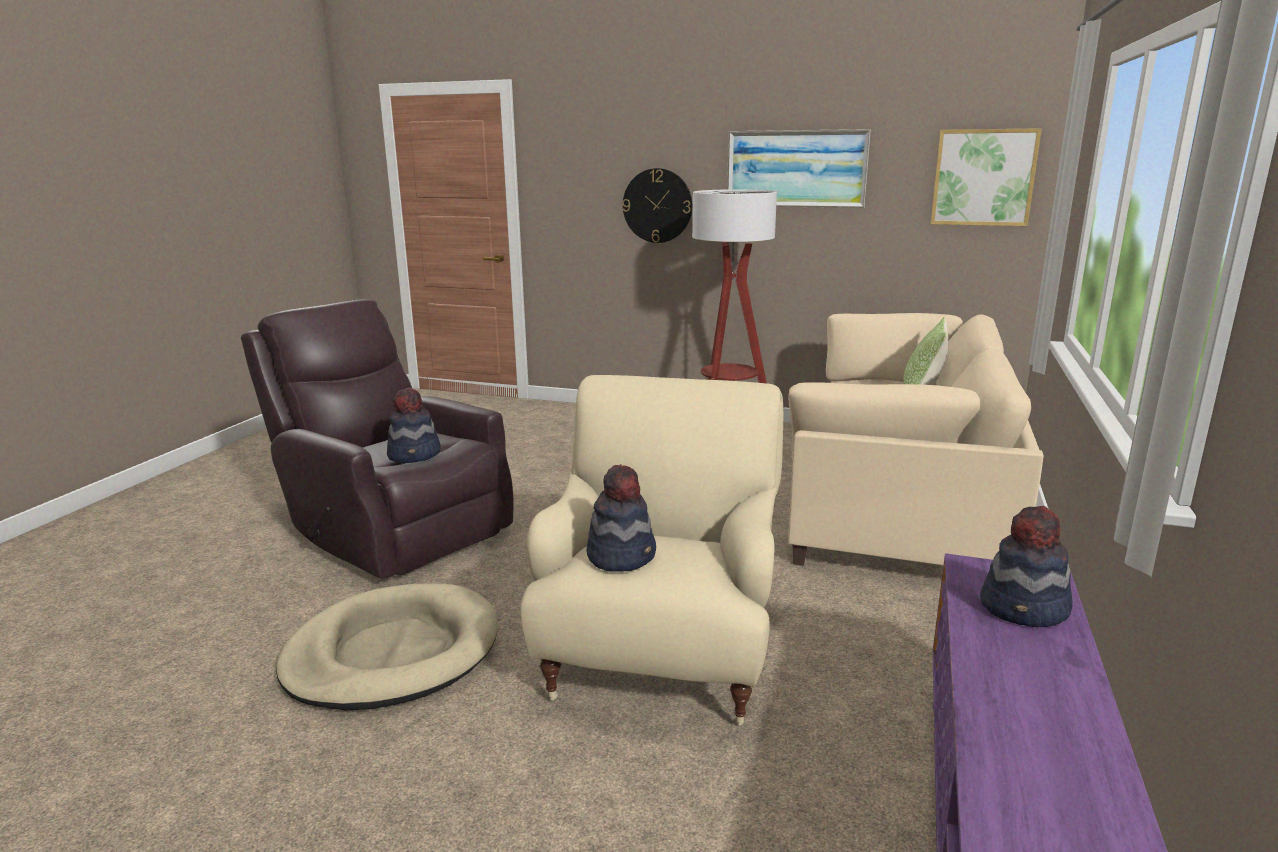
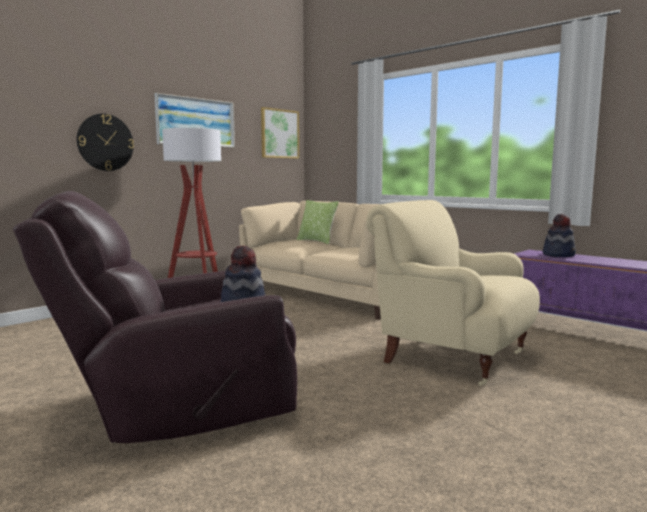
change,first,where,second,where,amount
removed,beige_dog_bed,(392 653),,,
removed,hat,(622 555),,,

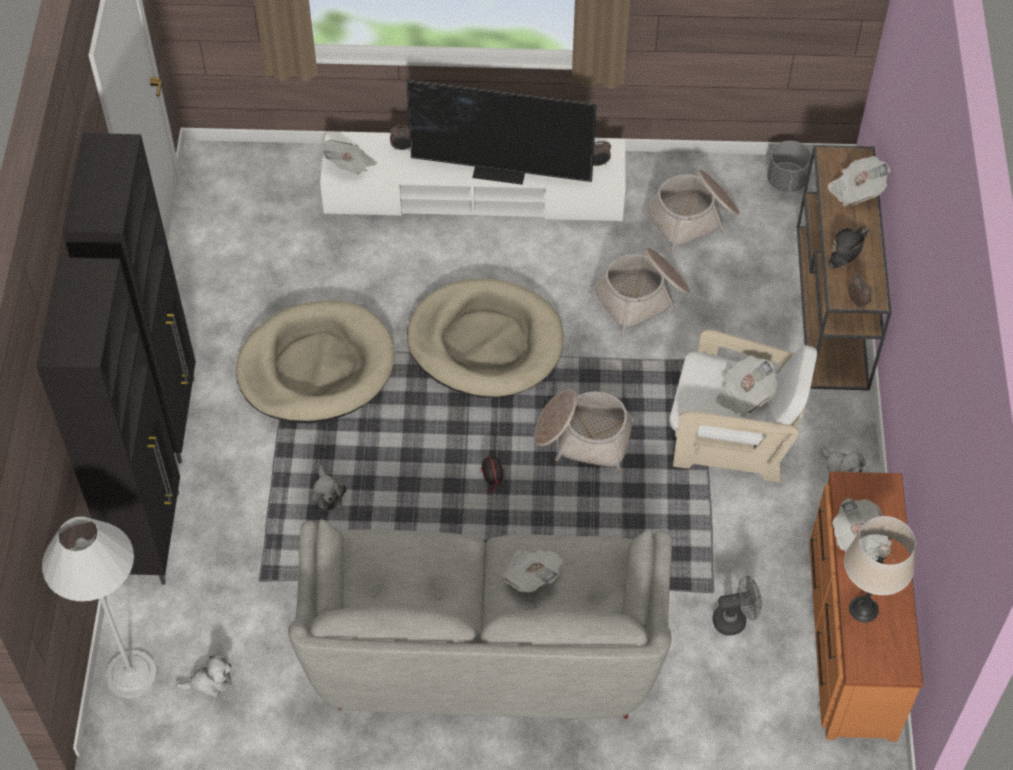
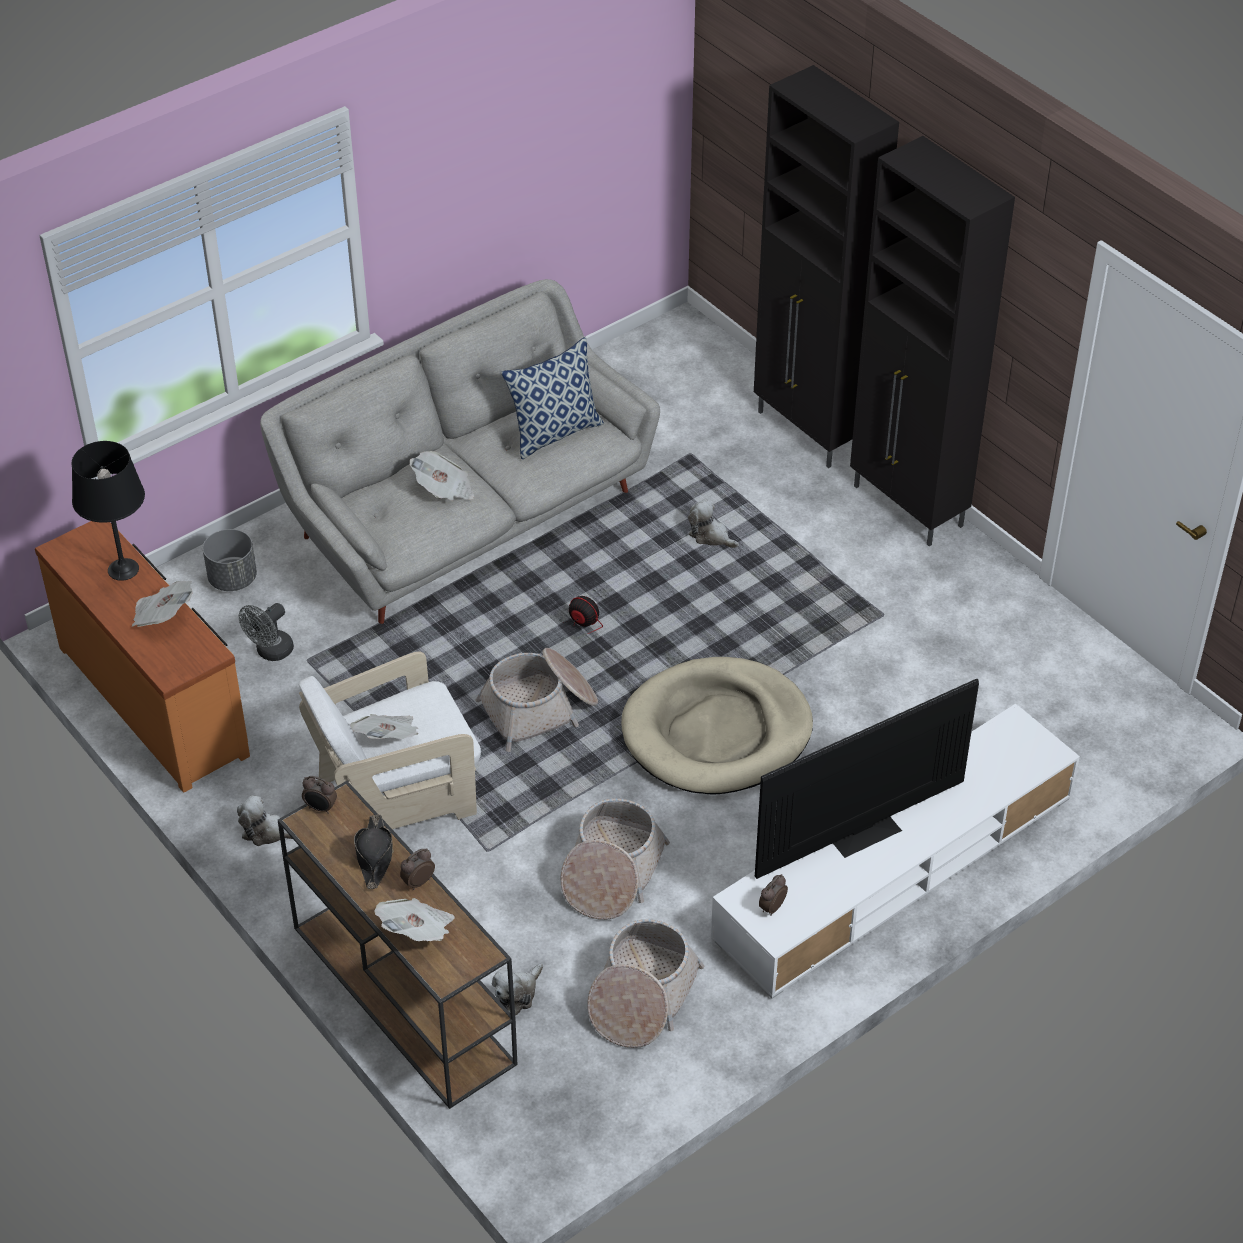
change,first,where,second,where,amount
removed,white_floor_lamp,(131 674),,,
moved,plush_toy,(210 682),,(517 994),
removed,beige_dog_bed,(316 367),,,
removed,newspaper,(350 166),,,
moved,alarm_clock,(402 148),,(417 882),
moved,grey_planter,(786 181),,(233 579),
recoloured,beige_table_lamp,(863 609),black_table_lamp,(123 569),
added,,,pillow,(555 432),

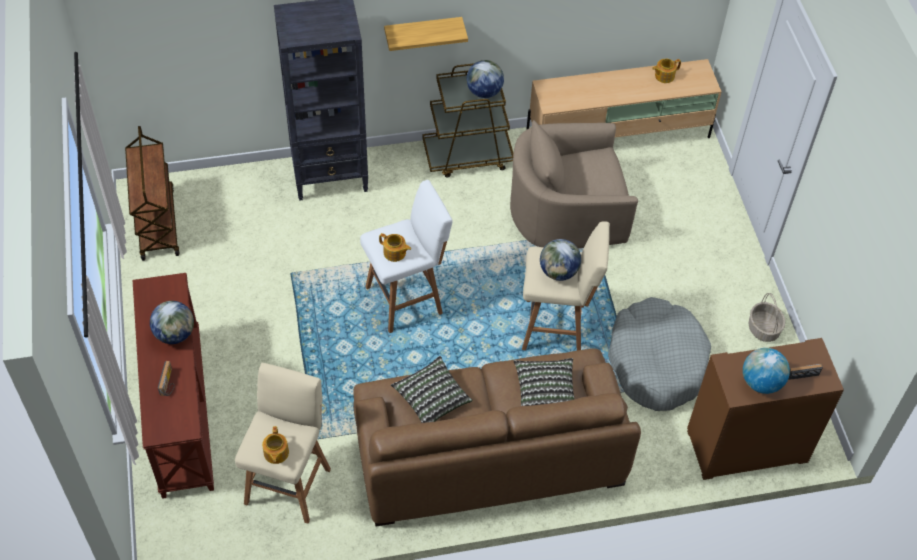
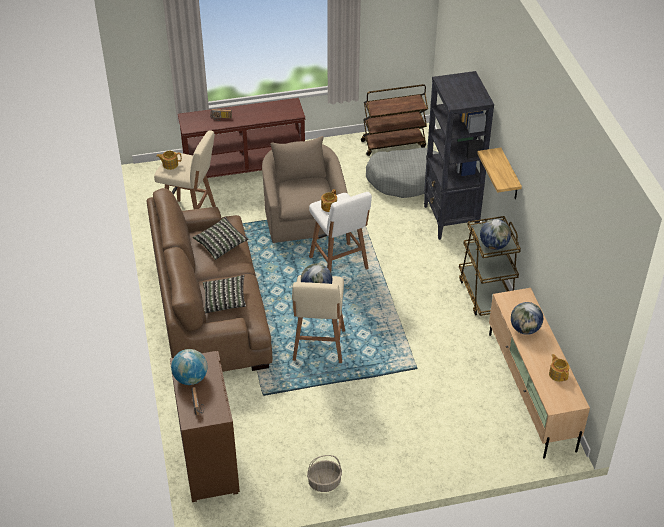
change,first,where,second,where,amount
moved,globe,(175 334),,(525 329),
moved,beige_armchair,(567 211),,(304 216),
moved,grey_dog_bed,(656 362),,(405 179),

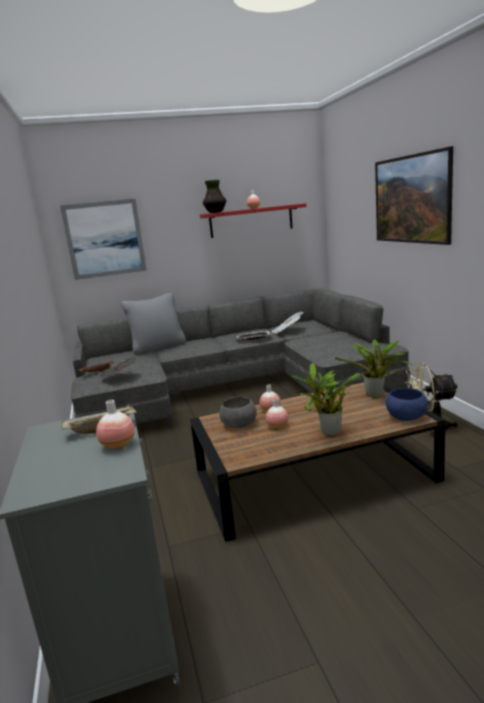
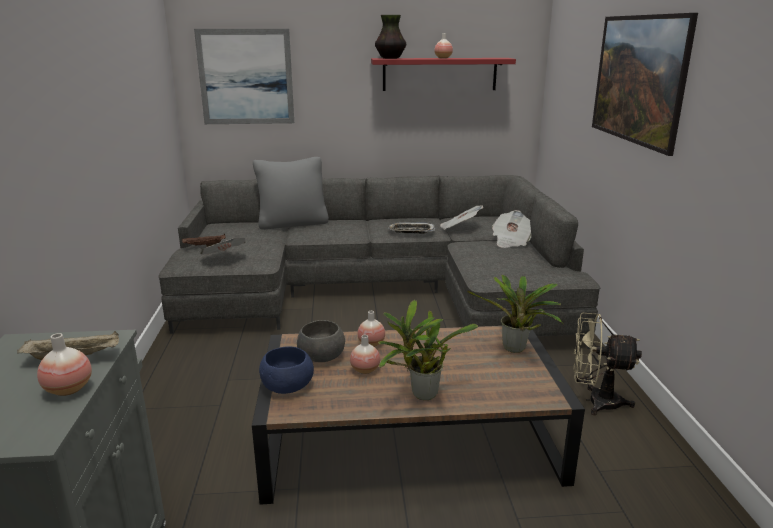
change,first,where,second,where,amount
moved,blue_bowl,(406 417),,(287 386),
added,,,newspaper,(511 241),

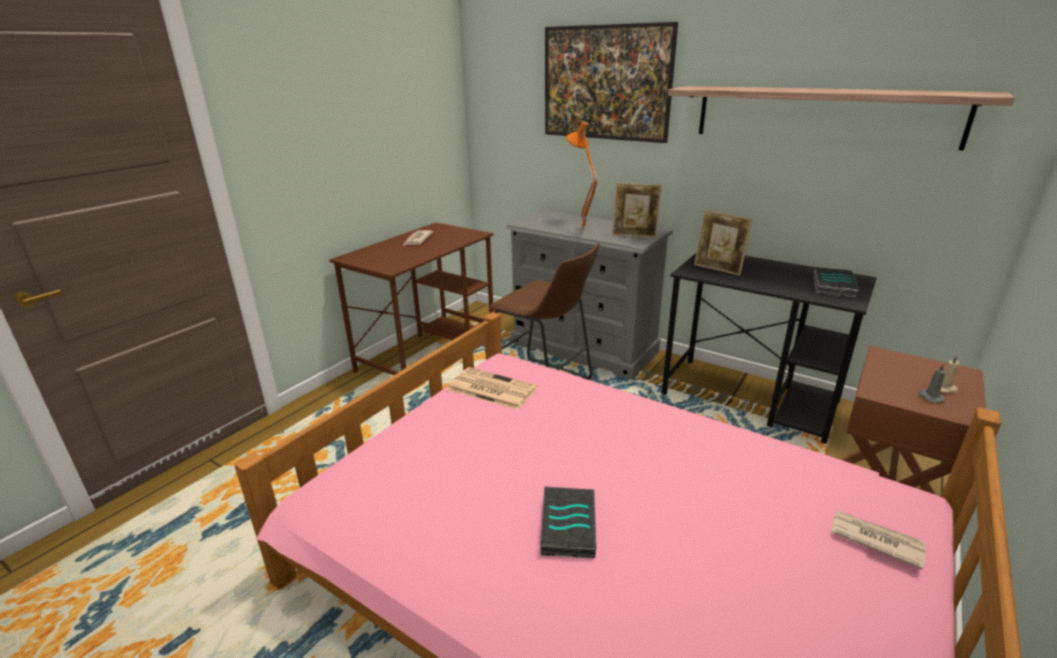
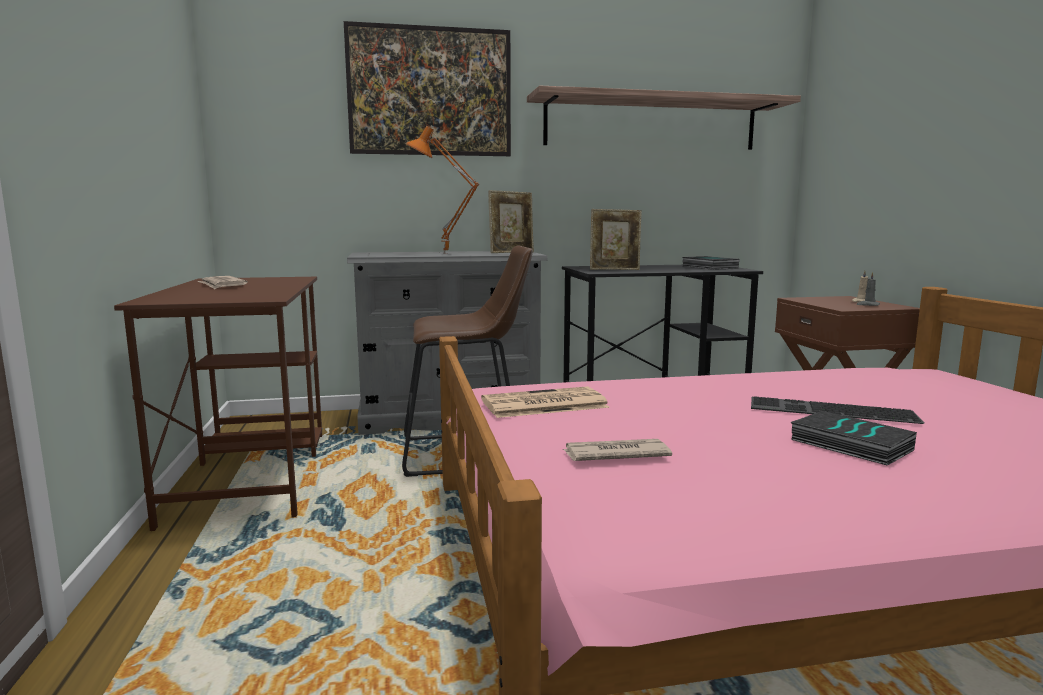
change,first,where,second,where,amount
moved,newspaper,(875 539),,(614 454),
added,,,keyboard,(830 411),

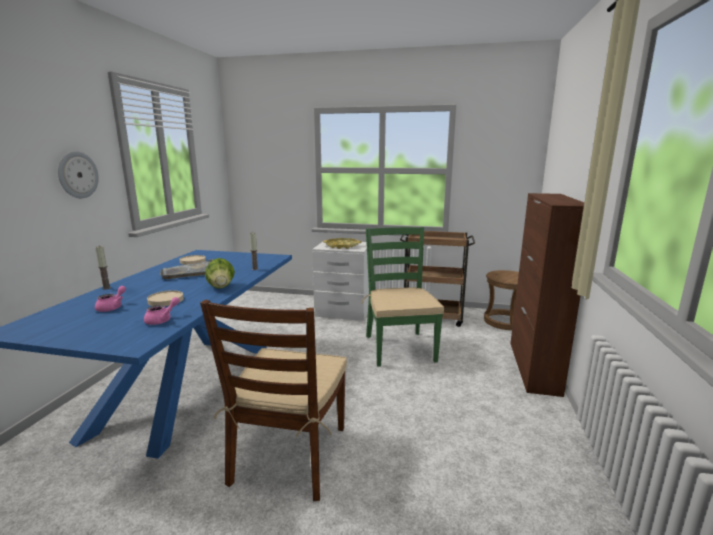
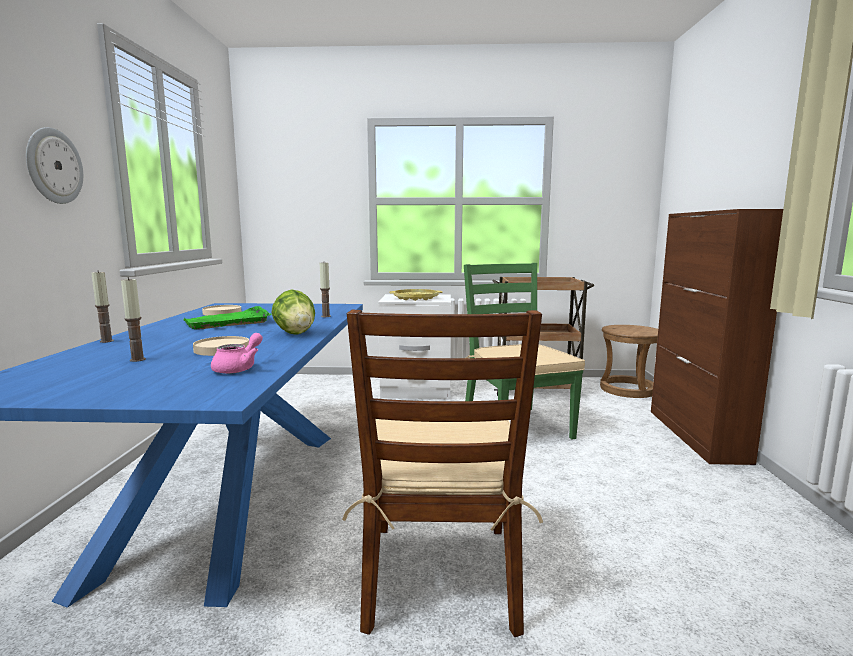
change,first,where,second,where,amount
replaced,pink_teapot,(112 307),candle,(137 359),
recoloured,grey_tray,(189 271),green_tray,(228 321),

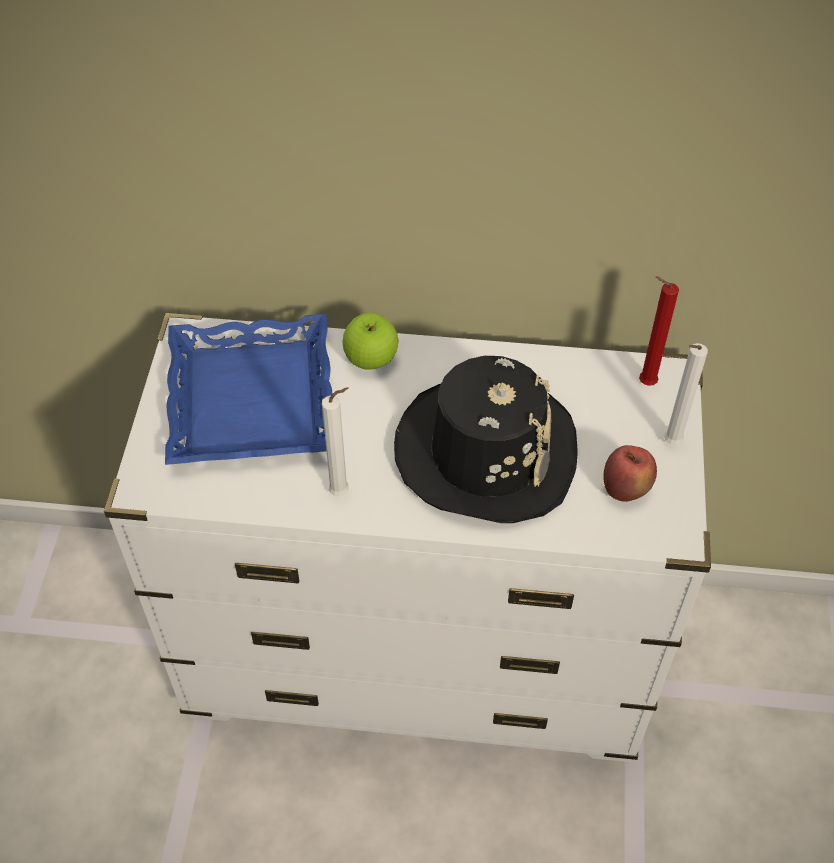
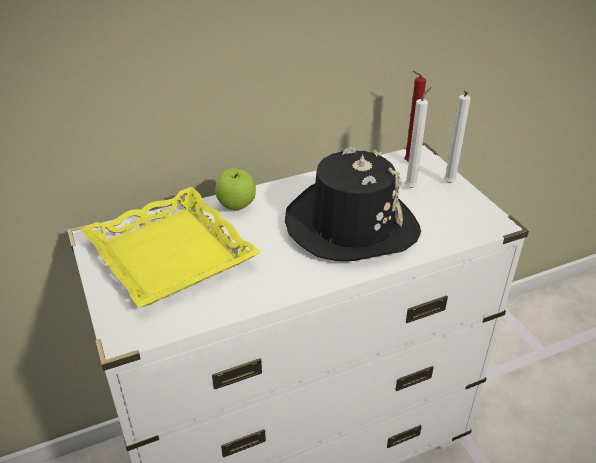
change,first,where,second,where,amount
recoloured,blue_tray,(253 400),yellow_tray,(172 254),
moved,white_candle,(342 492),,(412 187),
removed,apple,(625 489),,,

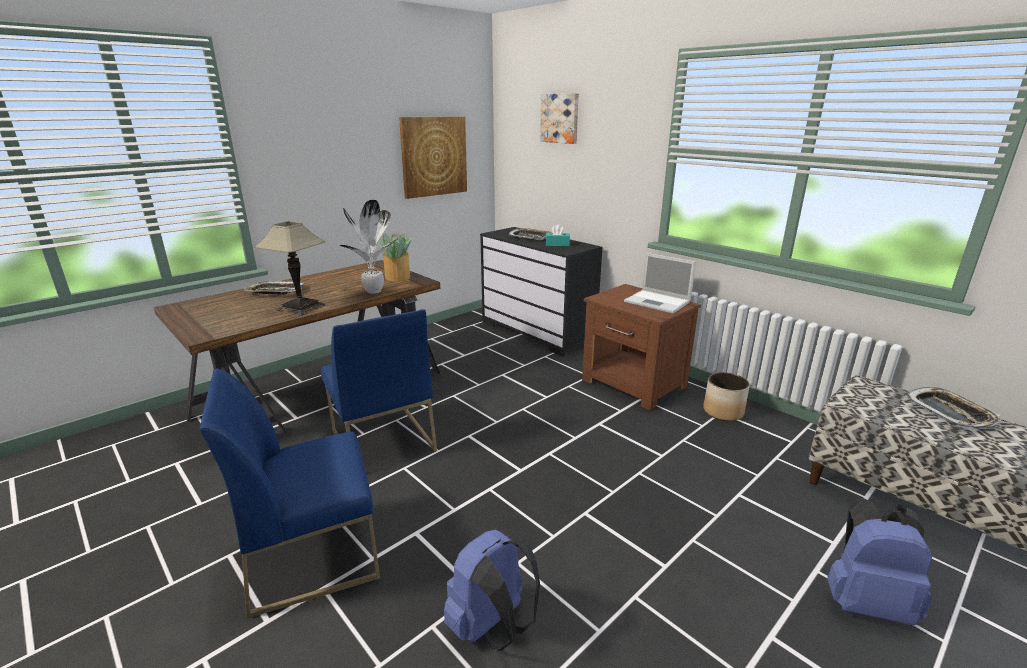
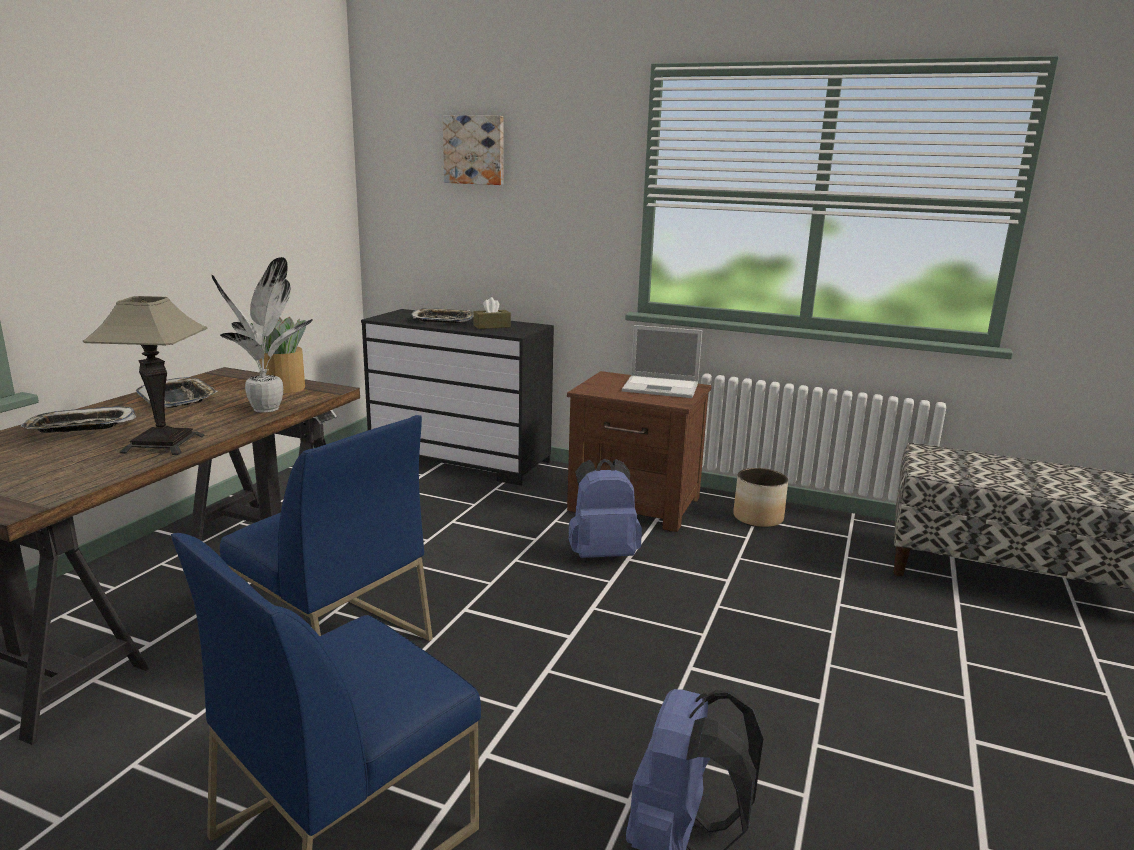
change,first,where,second,where,amount
removed,picture,(433 156),,,
recoloured,turquoise_tissue_box,(557 244),brown_tissue_box,(492 326),
moved,blue_backpack,(865 602),,(602 554),
moved,tray,(949 412),,(178 399),

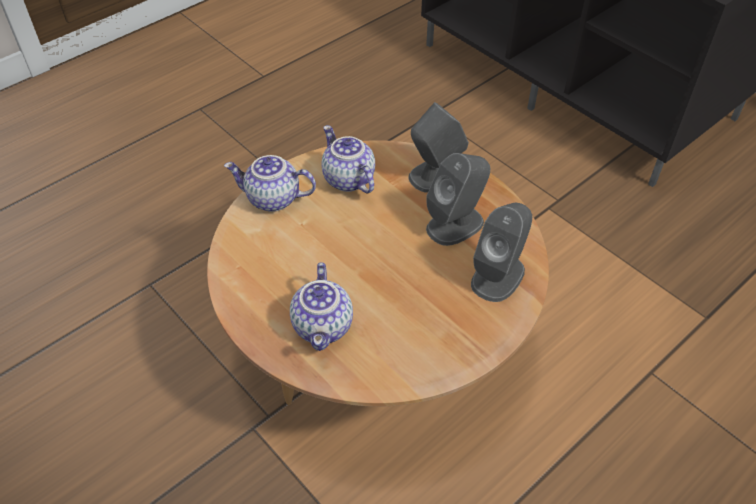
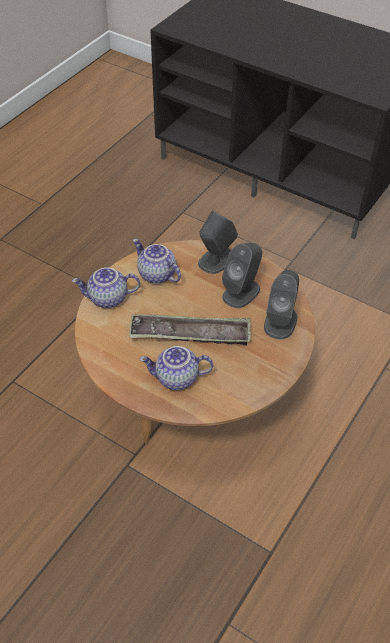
change,first,where,second,where,amount
turned,teapot,(324 327),,(176 379),105 degrees clockwise
added,,,tray,(190 334),

